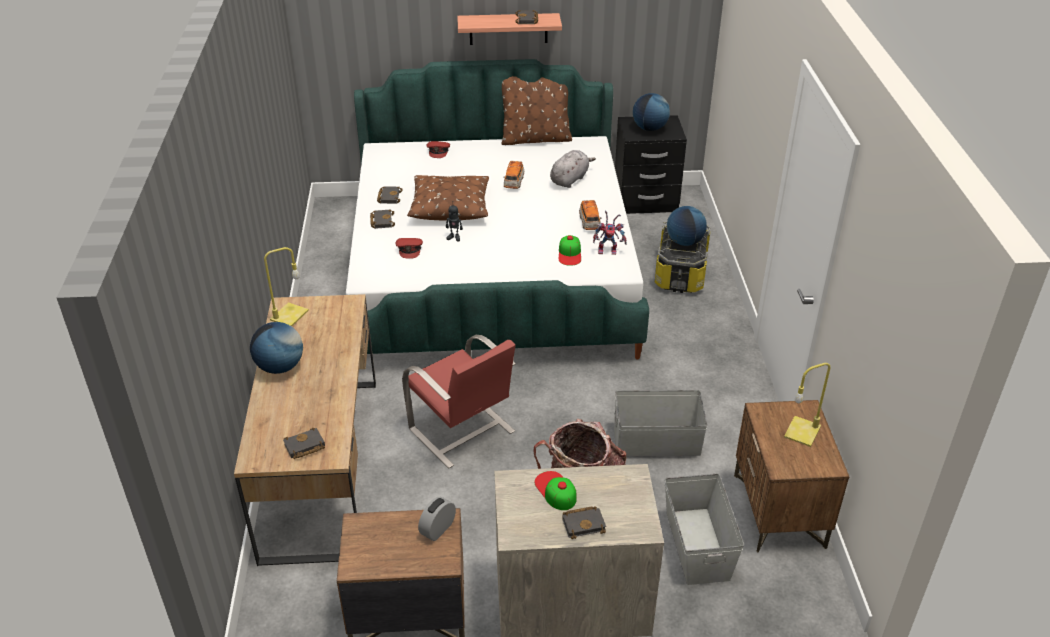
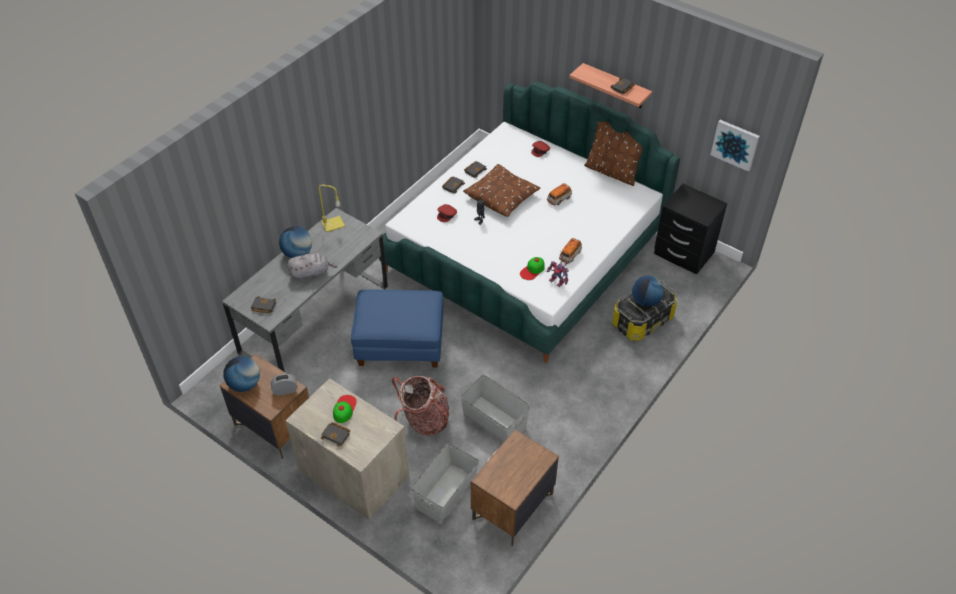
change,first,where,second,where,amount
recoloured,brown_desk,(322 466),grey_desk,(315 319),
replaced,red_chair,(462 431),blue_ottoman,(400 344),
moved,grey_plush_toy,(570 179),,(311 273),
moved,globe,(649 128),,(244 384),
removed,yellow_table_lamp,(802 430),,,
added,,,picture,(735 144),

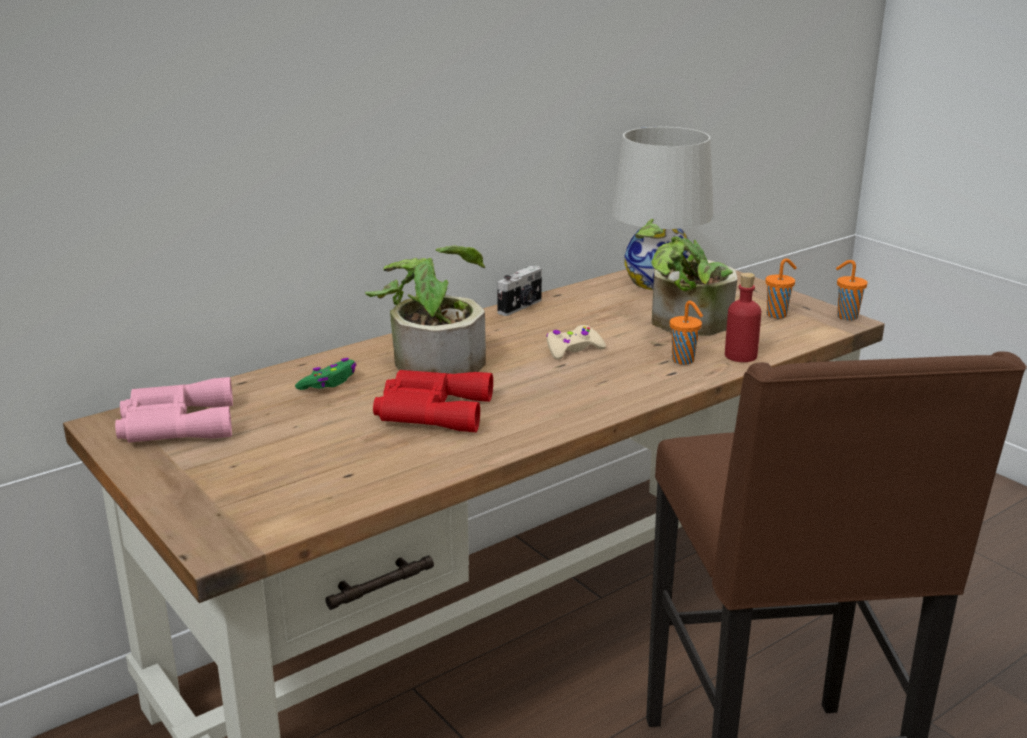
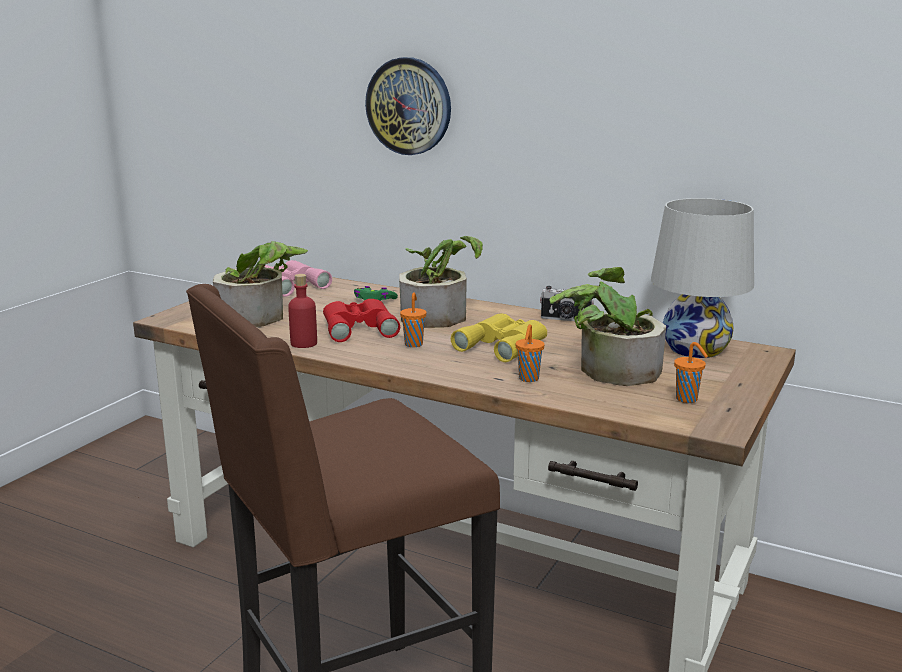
change,first,where,second,where,amount
replaced,beige_game_controller,(573 350),yellow_binoculars,(504 344),
moved,red_bottle,(740 356),,(304 343),
moved,orange_cup,(846 316),,(414 344),
added,,,potted_plant,(261 316),
added,,,wall_clock,(409 106),

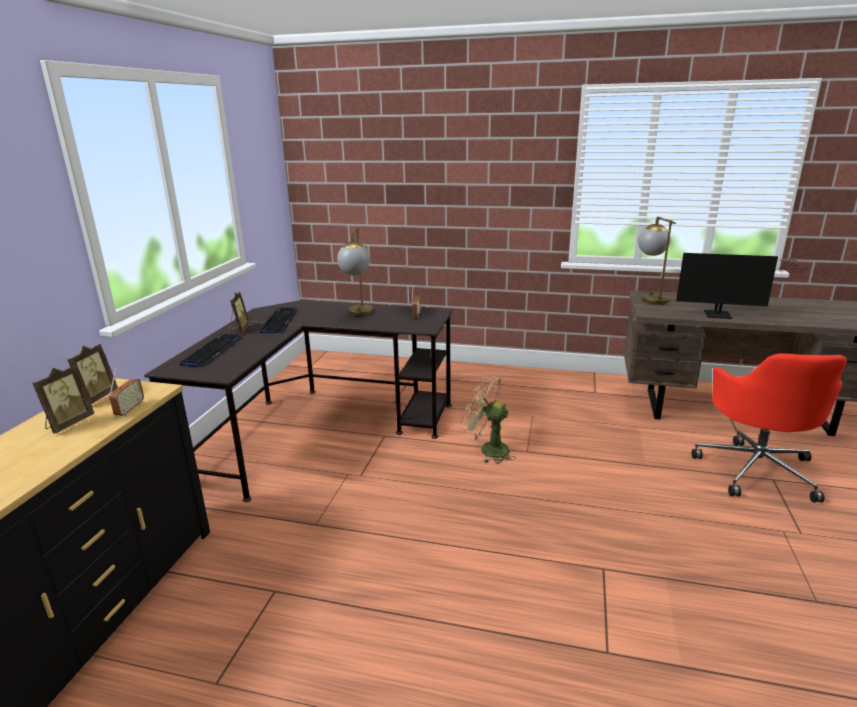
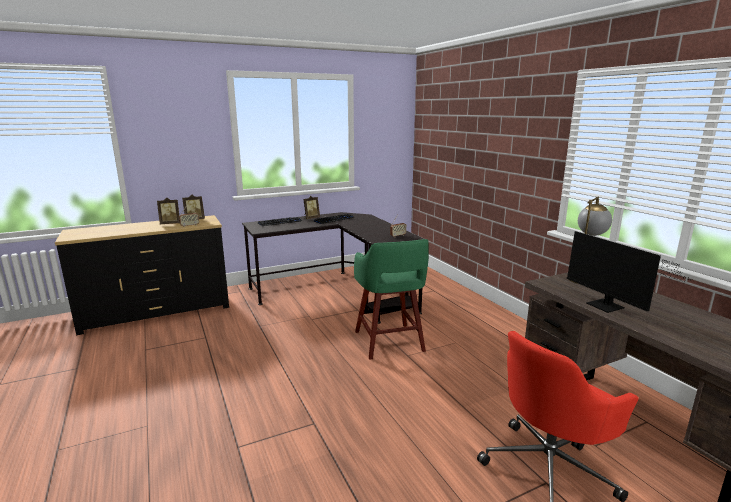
change,first,where,second,where,amount
removed,table_lamp,(359 315),,,
replaced,beige_fan,(487 449),green_stool,(389 342),

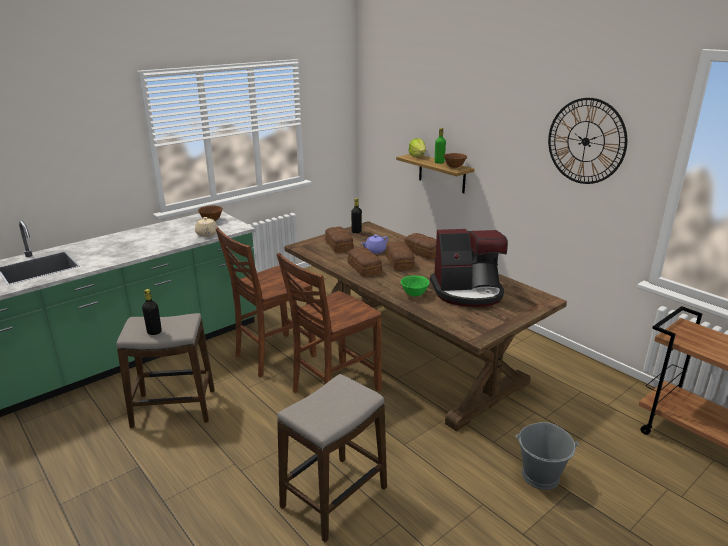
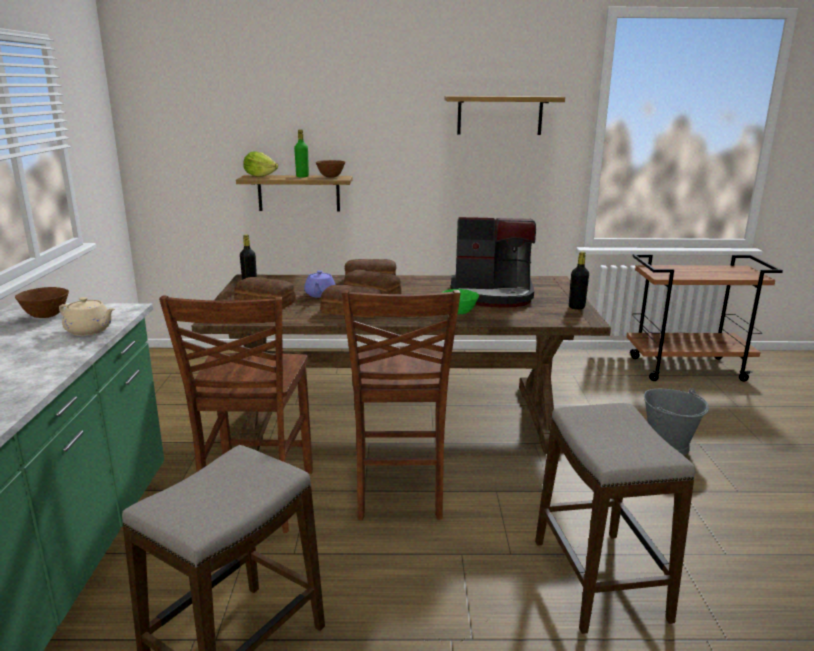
change,first,where,second,where,amount
moved,black_bottle,(154 332),,(576 307),
turned,coffee_machine,(467 292),,(492 295),60 degrees clockwise
replaced,wall_clock,(586 141),shelf,(499 115),

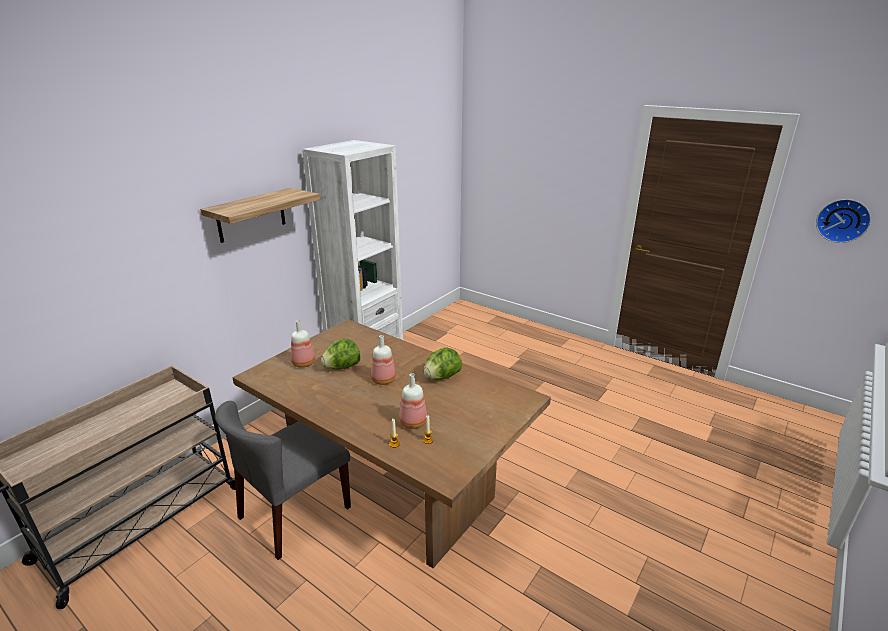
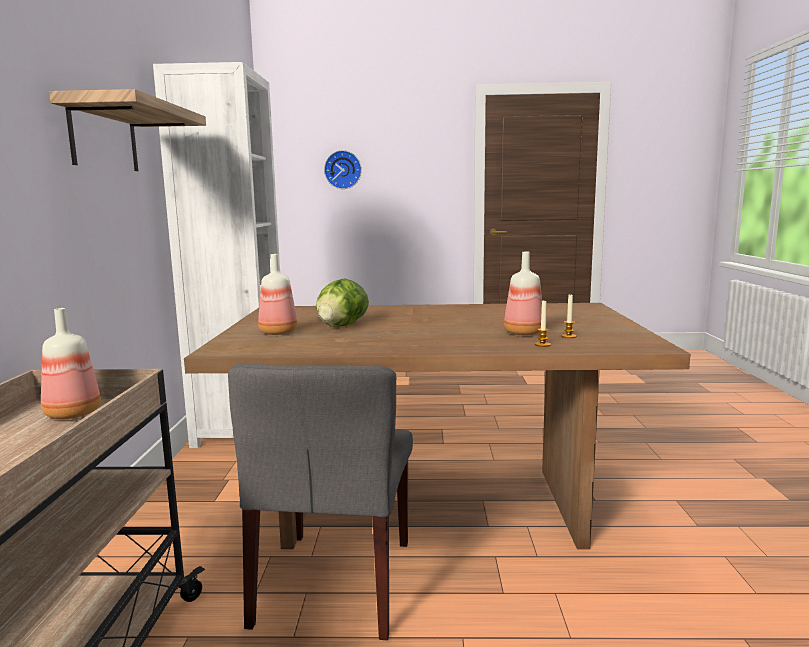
change,first,where,second,where,amount
moved,bottle,(383 380),,(72 414),
removed,lettuce,(442 377),,,
moved,wall_clock,(842 220),,(343 170),

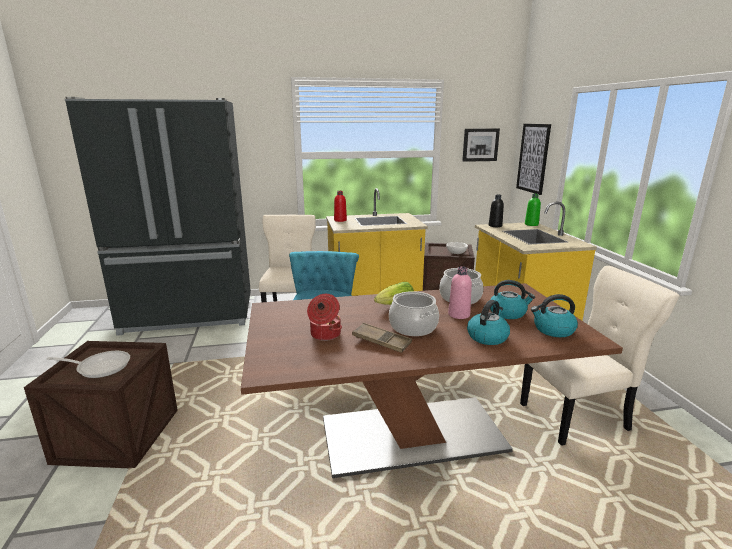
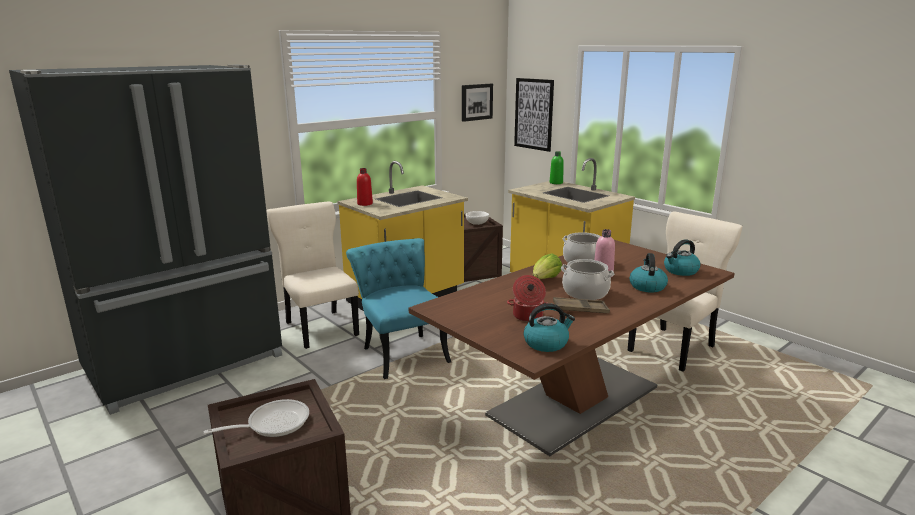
change,first,where,second,where,amount
removed,black_bottle,(495 226),,,
moved,kettle,(508 313),,(546 343),

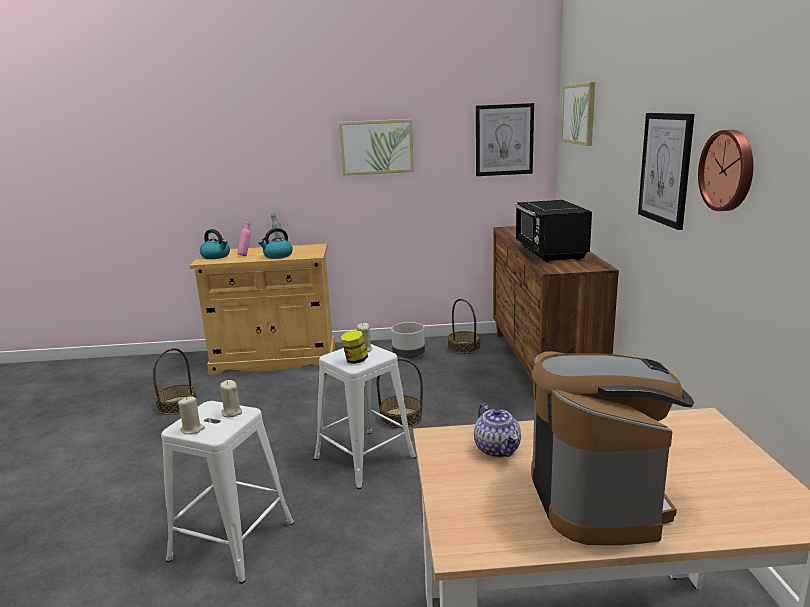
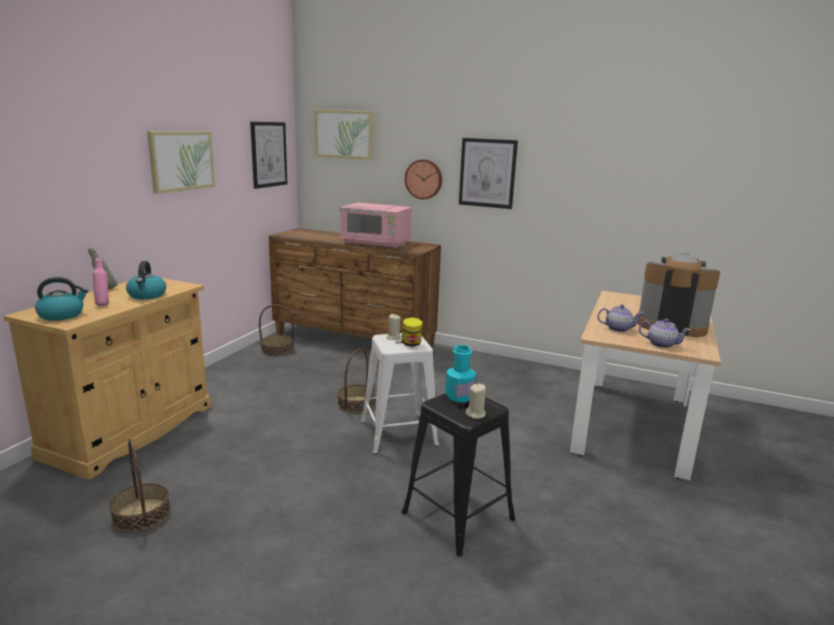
change,first,where,second,where,amount
recoloured,white_stool,(232 540),black_stool,(457 516),
replaced,beige_candle,(231 413),turquoise_bottle,(459 396),
removed,grey_planter,(408 355),,,
recoloured,black_microwave,(549 253),pink_microwave,(376 243),
moved,wall_clock,(728 170),,(424 179),
added,,,teapot,(661 344),

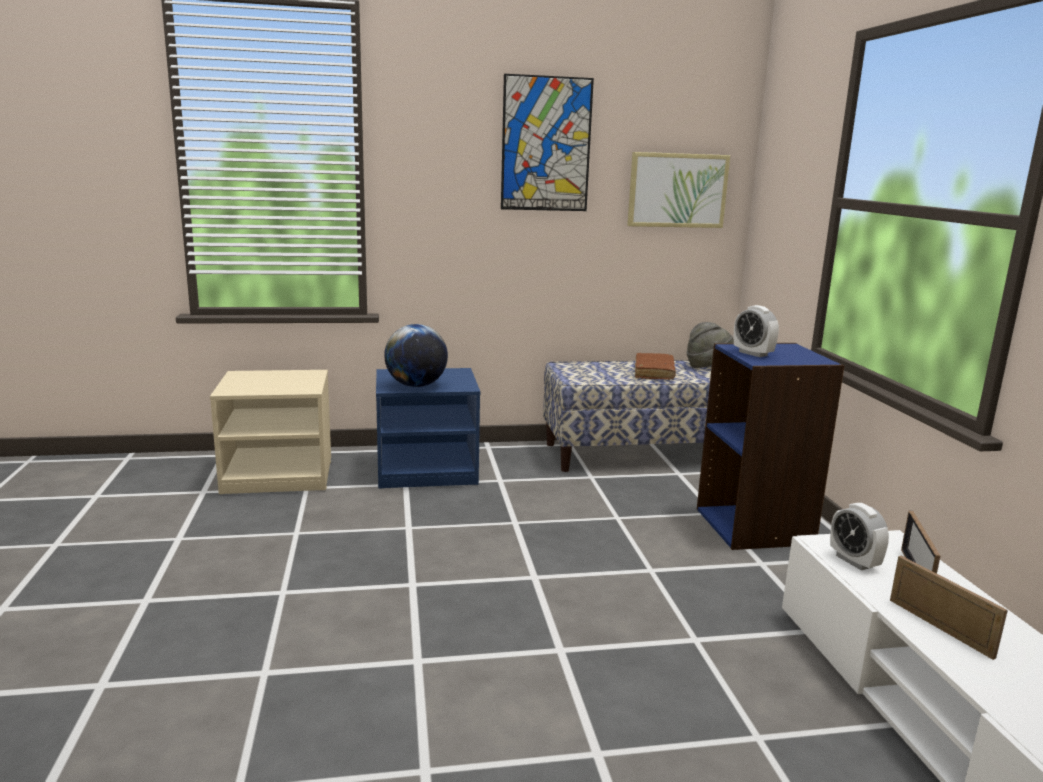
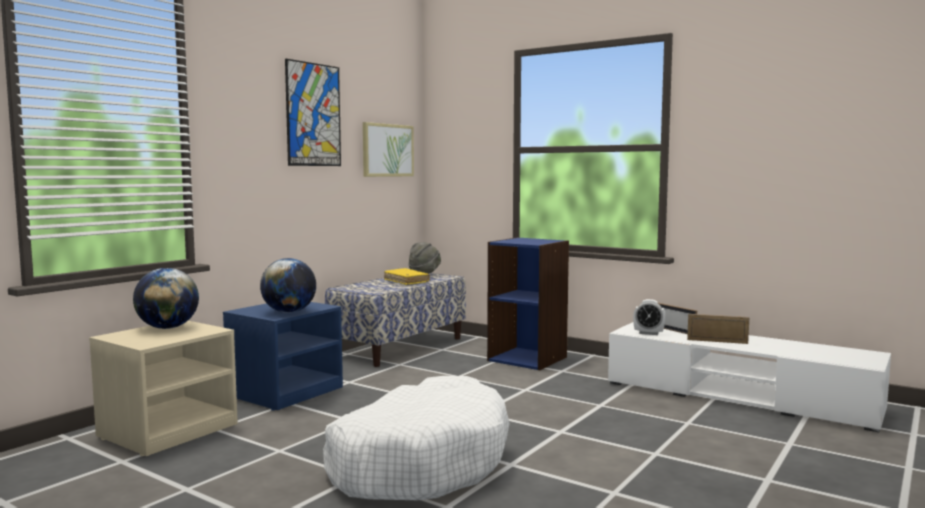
change,first,where,second,where,amount
recoloured,brown_book,(654 373),yellow_book,(406 281),
removed,alarm_clock,(753 353),,,
added,,,globe,(167 328),
added,,,white_dog_bed,(419 462),

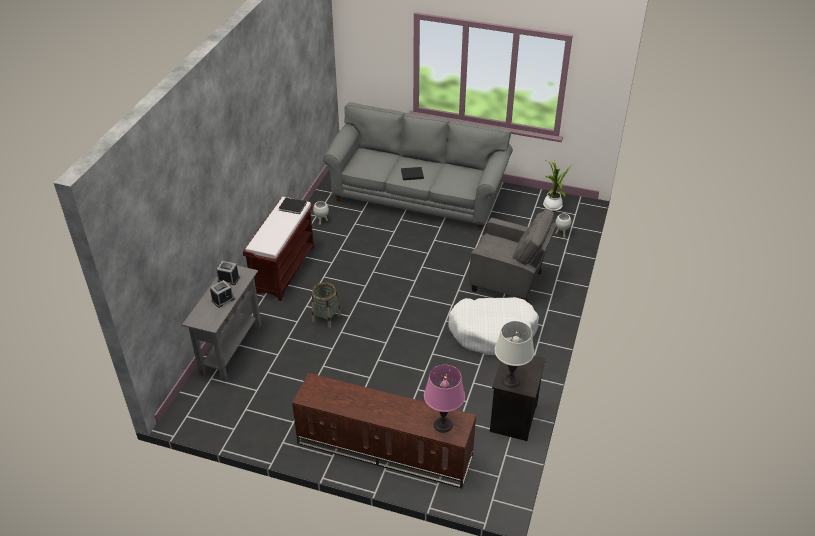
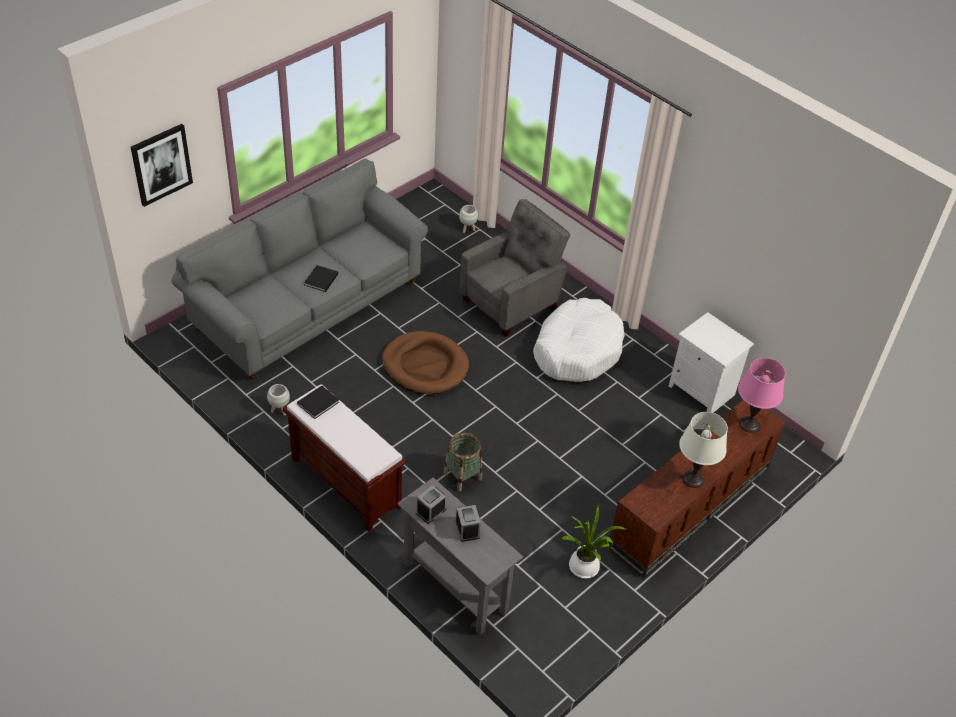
change,first,where,second,where,amount
recoloured,black_nightstand,(514 419),white_nightstand,(703 390),
moved,white_table_lamp,(511 380),,(693 479),
moved,potted_plant,(552 207),,(586 568),
added,,,picture,(161 164),
added,,,brown_dog_bed,(425 366),

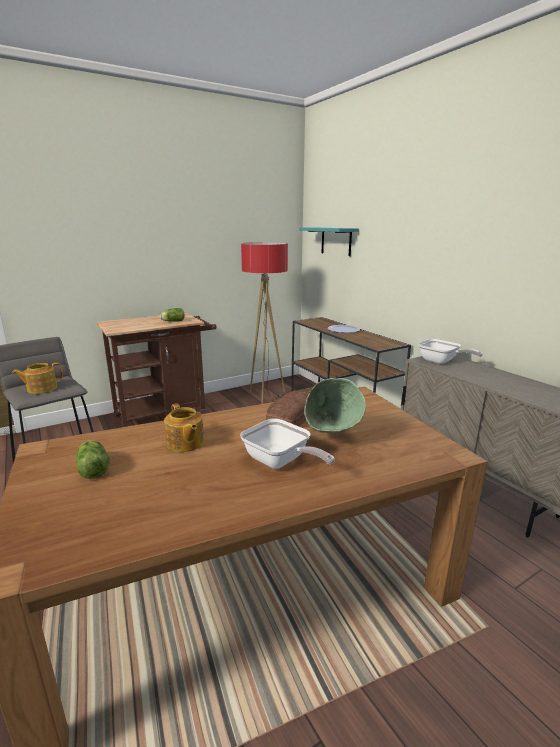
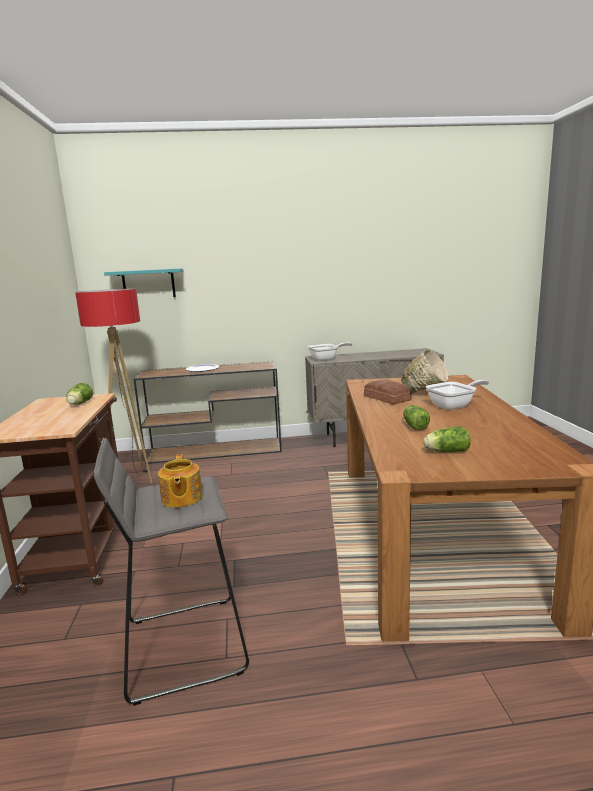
change,first,where,second,where,amount
replaced,teapot,(185 443),lettuce,(414 425),
recoloured,green_bowl,(331 438),beige_bowl,(426 394),

